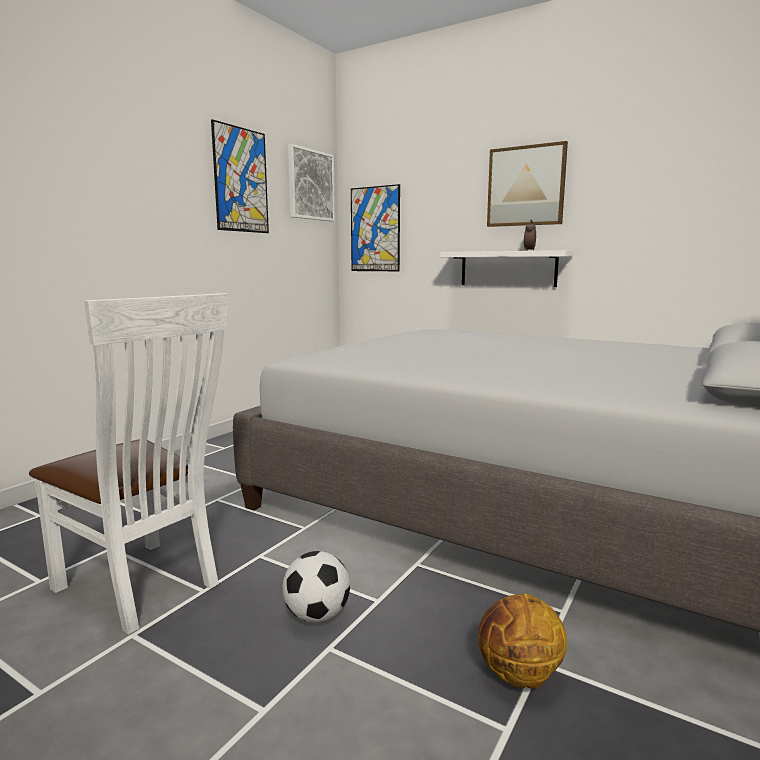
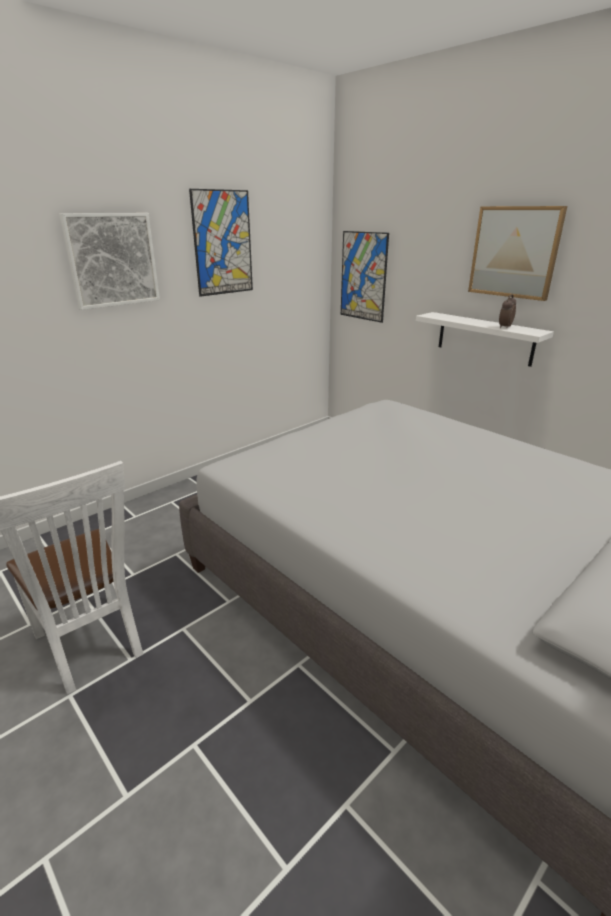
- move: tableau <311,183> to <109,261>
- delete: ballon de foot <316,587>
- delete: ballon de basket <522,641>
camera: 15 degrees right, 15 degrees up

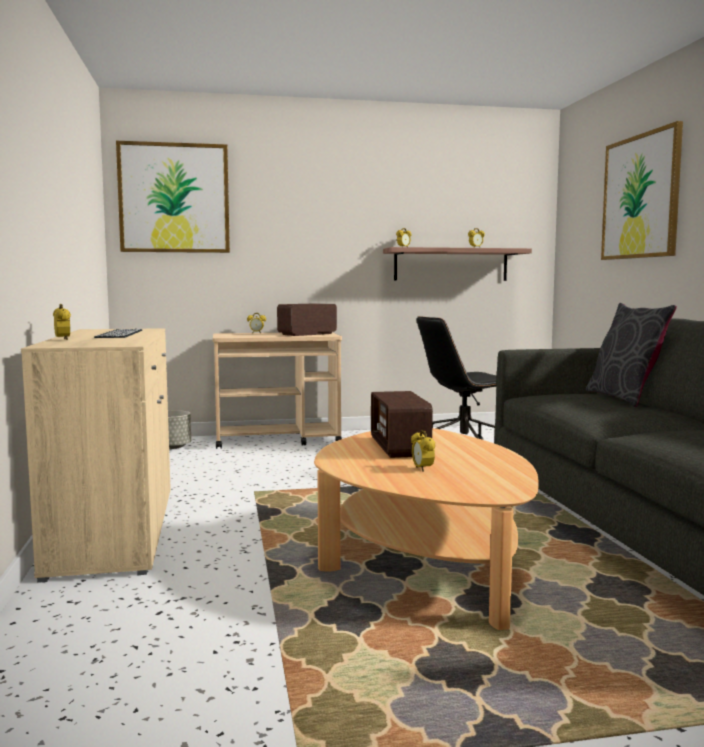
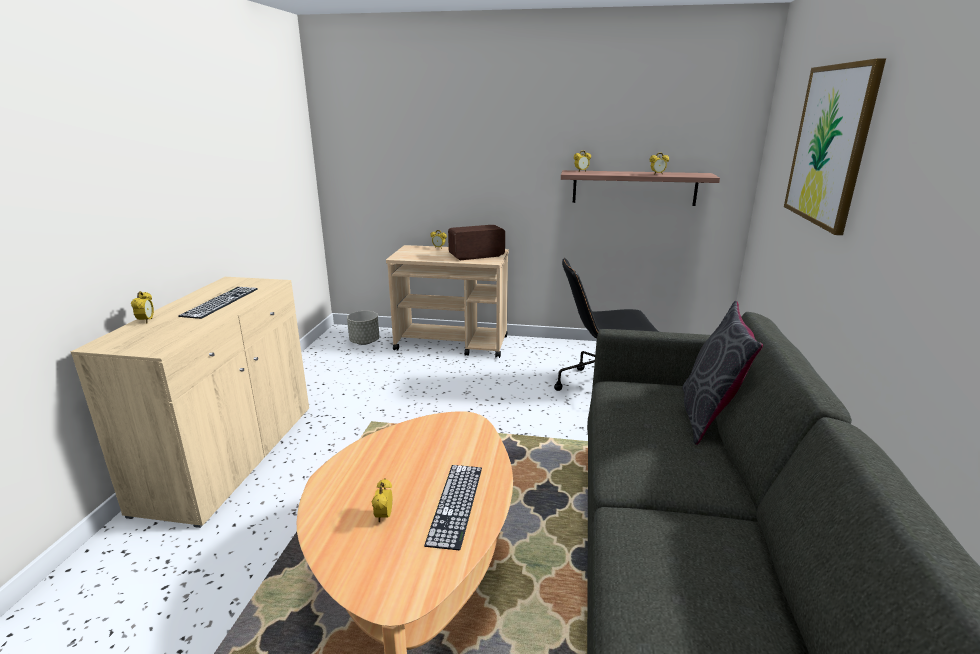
- delete: tableau <173,197>
- delete: radio <402,424>
- insert: clavier <453,507>
camera: 20 degrees right, 15 degrees up

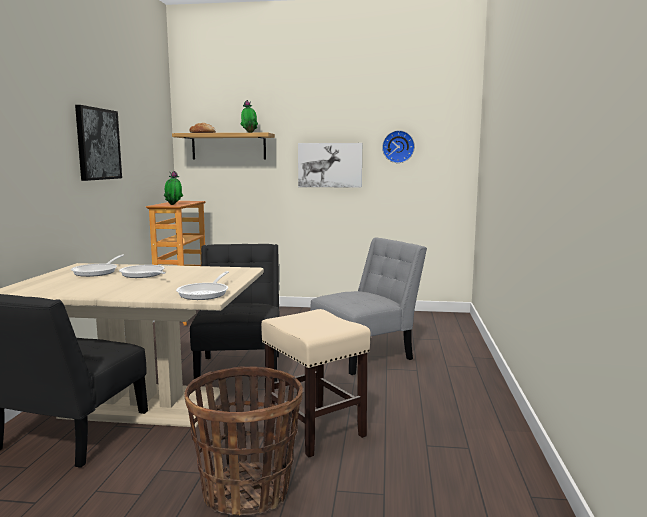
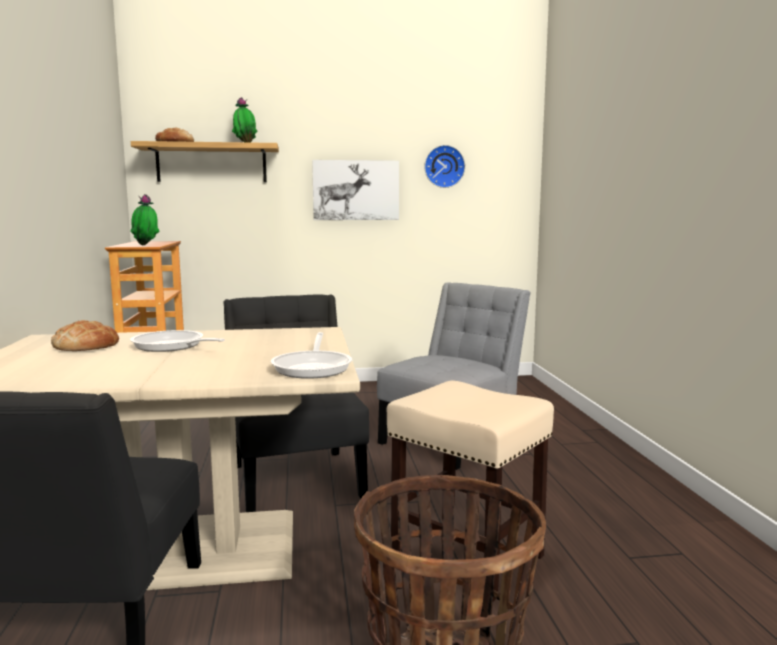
- delete: tableau <98,143>
- replace: poêle <97,265> to pain <85,335>
camera: 15 degrees left, 0 degrees up

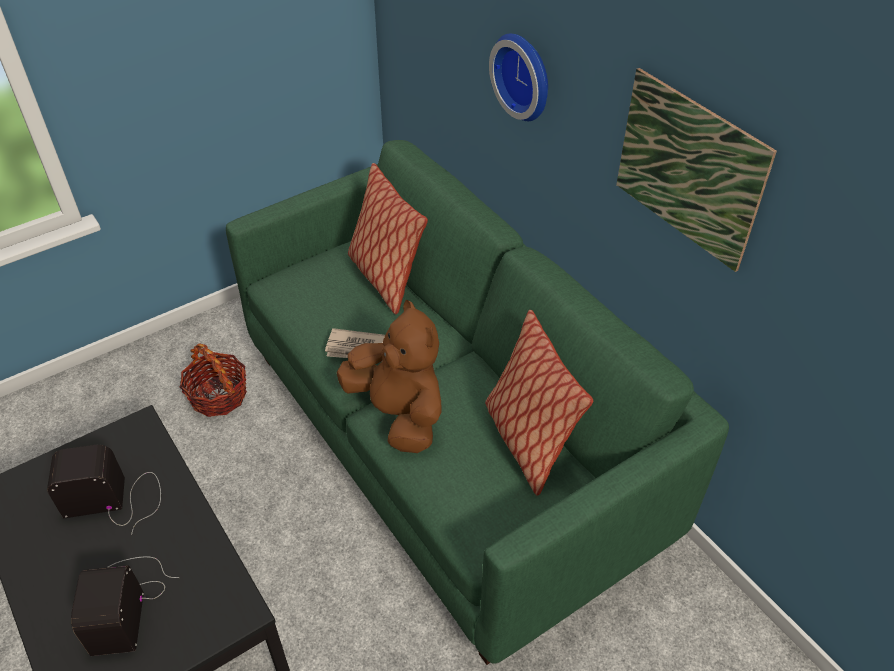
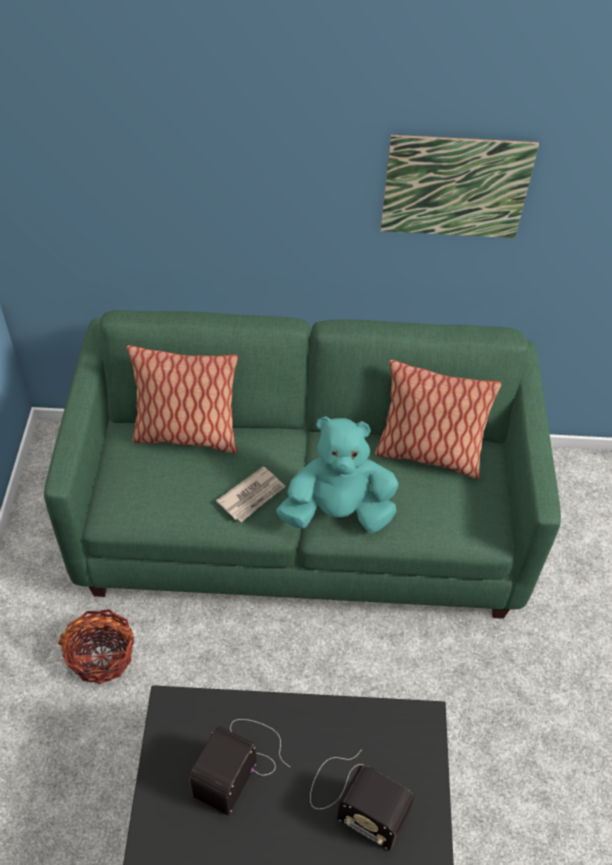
- delete: horloge murale <518,77>
- recolor: peluche [marron] <389,376> to peluche [turquoise] <337,475>
camera: 55 degrees left, 5 degrees up

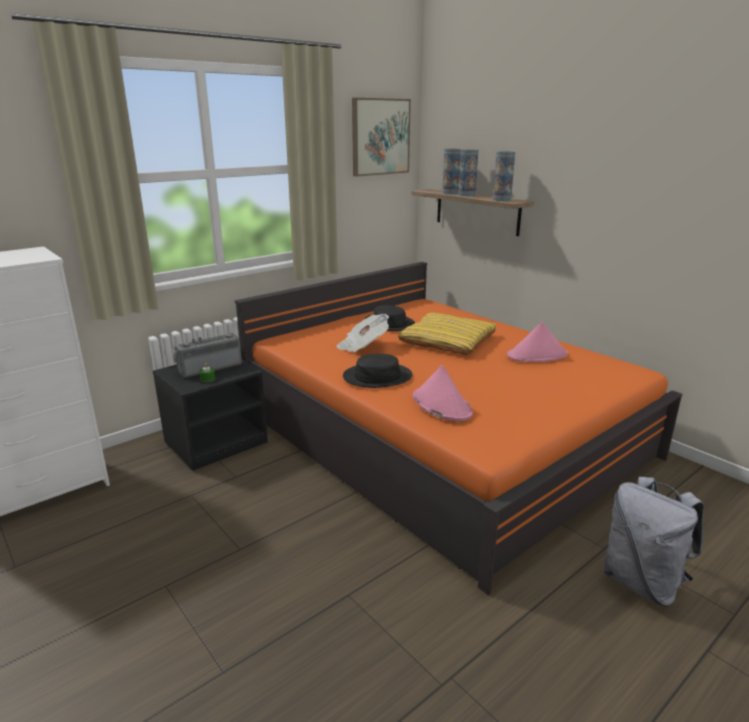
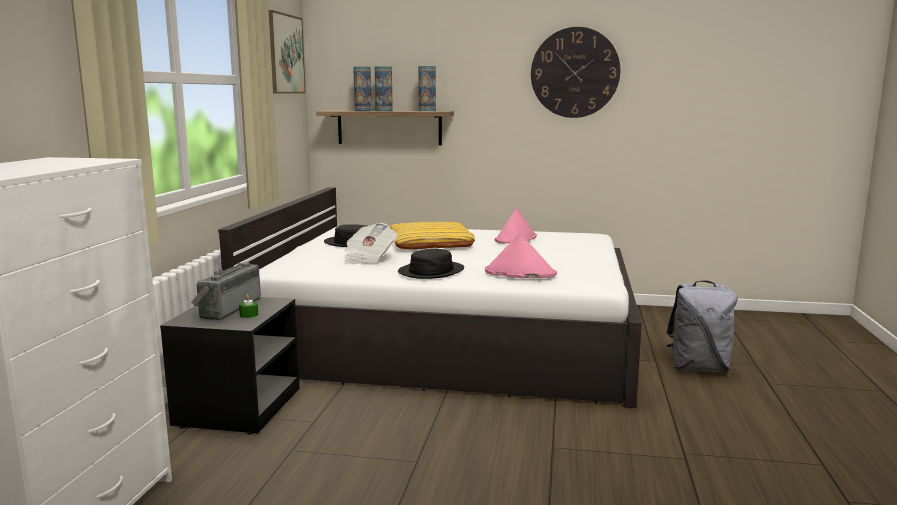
- recolor: lit [orange] <458,429> to lit [blanc] <430,297>
- insert: horloge murale <575,72>
camera: 40 degrees left, 10 degrees down

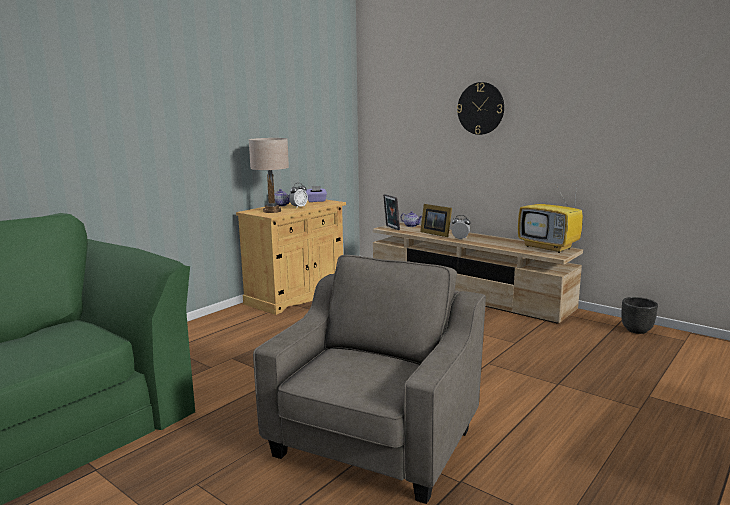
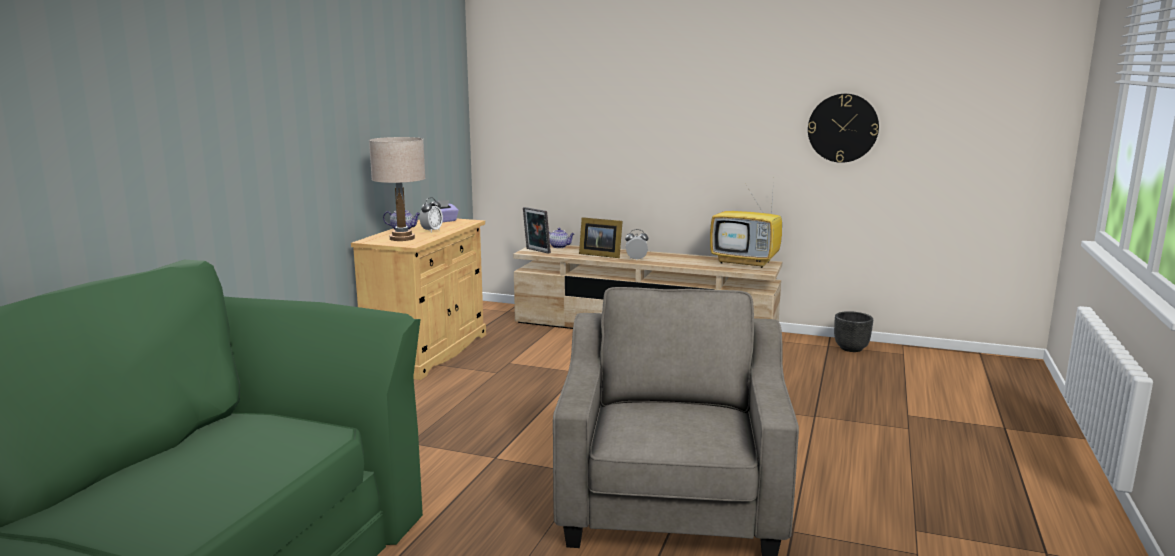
- move: horloge murale <480,108> to <843,128>
camera: 20 degrees left, 0 degrees up

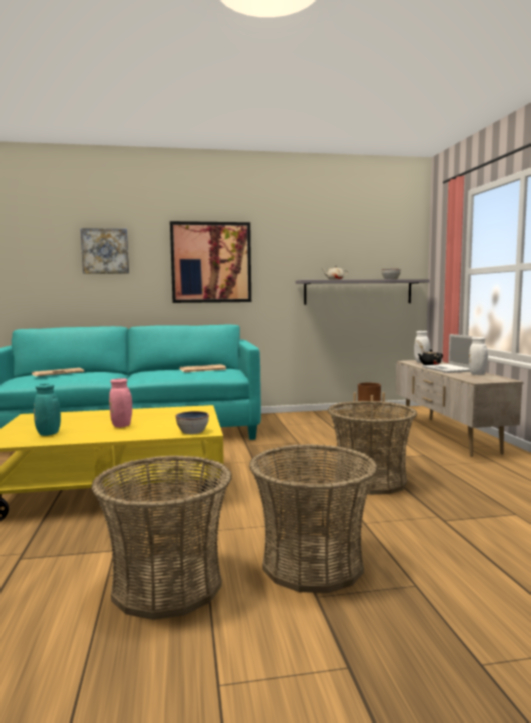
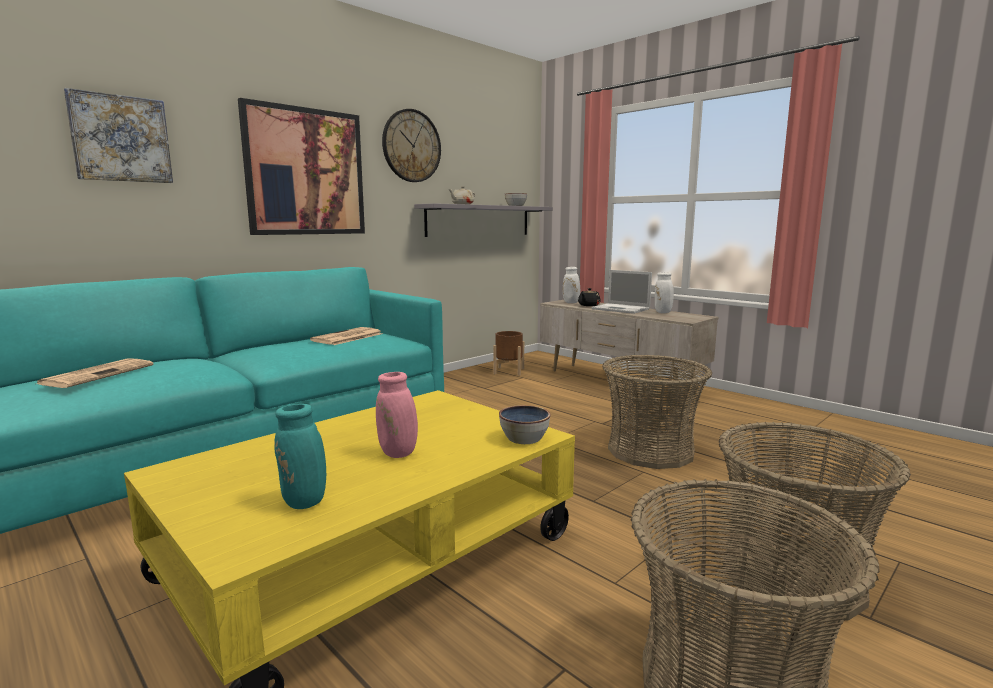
- insert: horloge murale <411,145>
camera: 35 degrees left, 5 degrees up

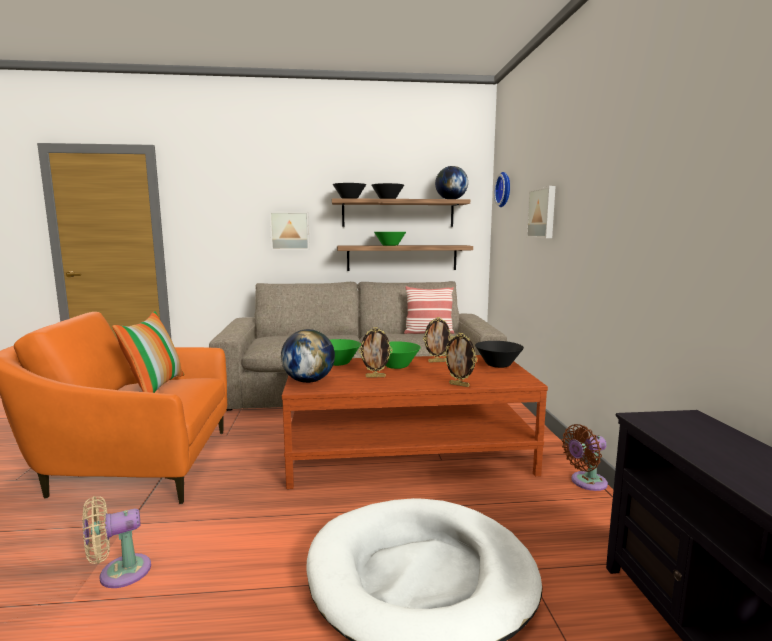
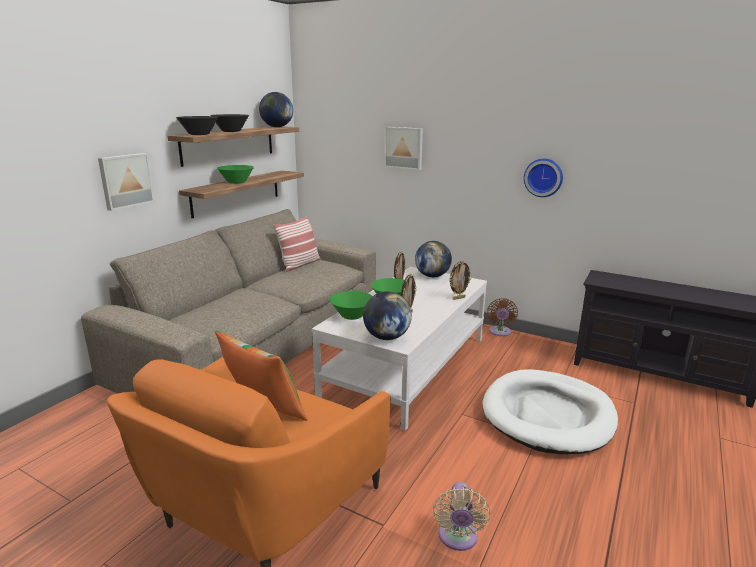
- move: horloge murale <502,189> to <543,178>
- replace: bol [noir] <499,354> to globe <433,259>
- recolor: table basse [marron] <415,422> to table basse [blanc] <399,349>
camera: 55 degrees left, 10 degrees up

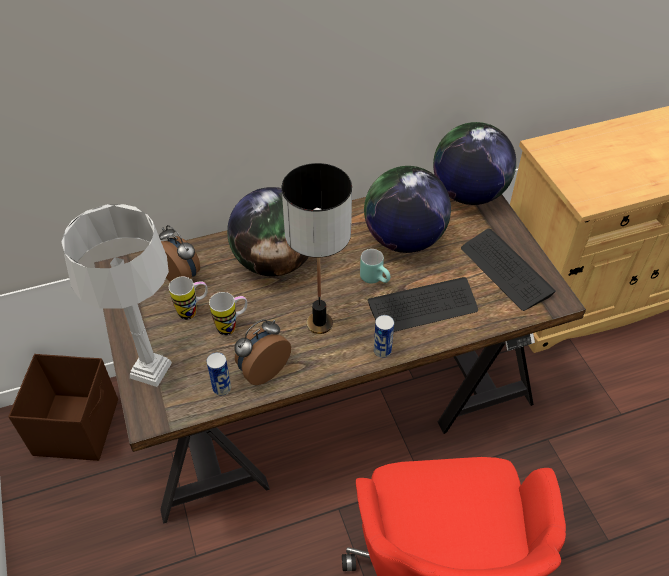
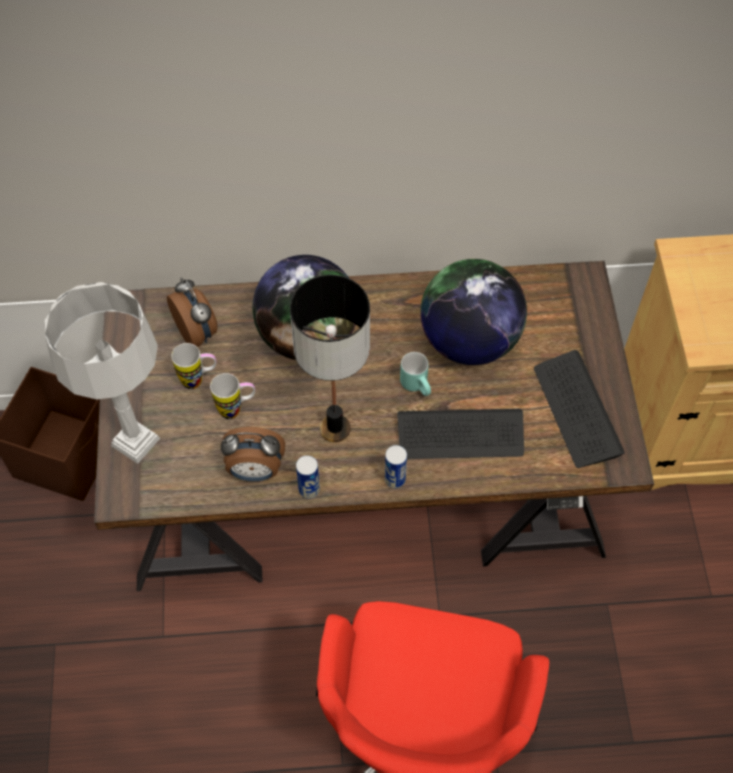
- delete: globe <474,163>
- rotate: réveil <262,352> = <253,454> 150 degrees counterclockwise
- move: boîte métallique <218,374> to <308,477>
camera: 15 degrees right, 10 degrees up

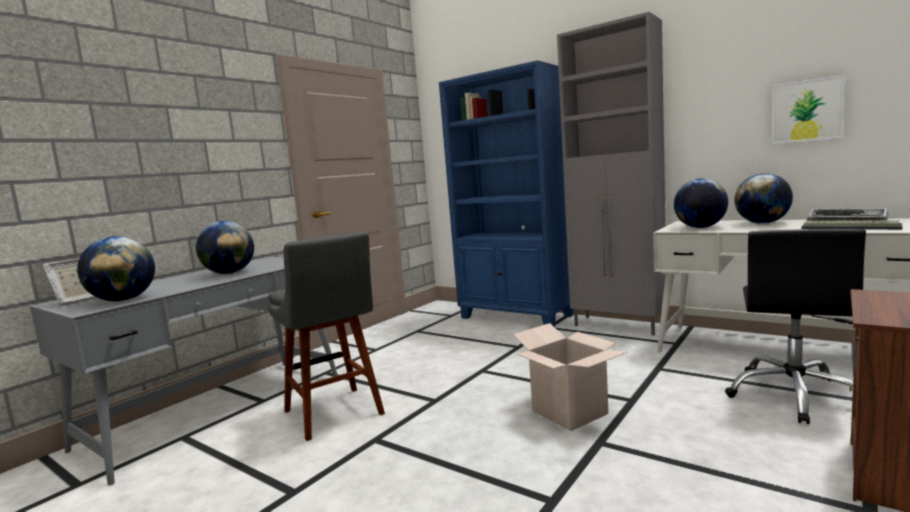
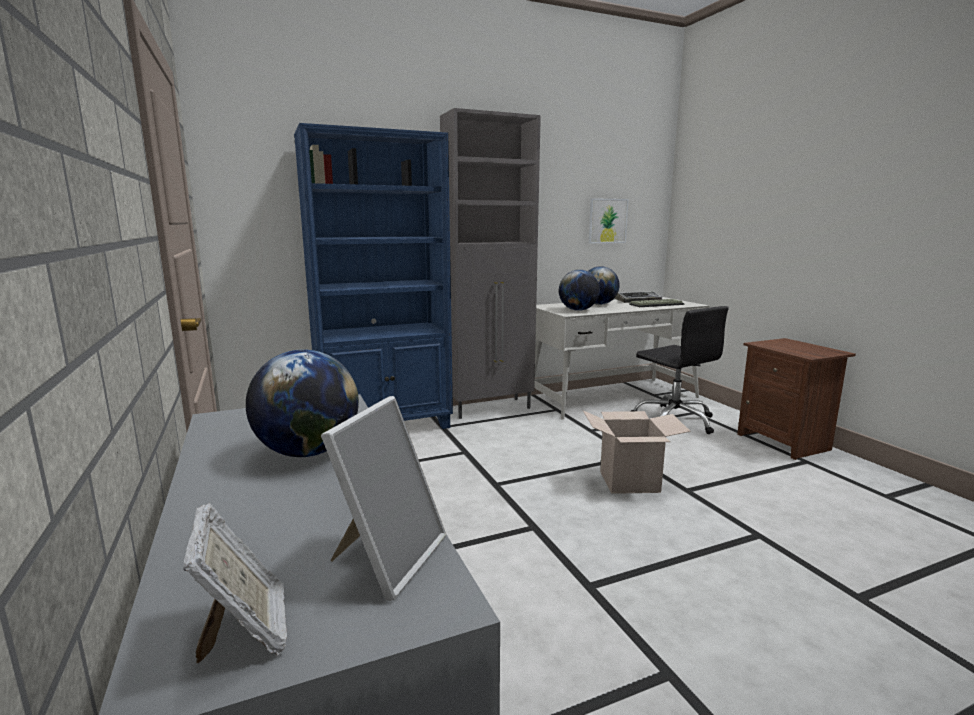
- delete: tabouret [gris] <326,336>
- replace: globe <116,268> to cadre photo <383,498>
camera: 60 degrees left, 5 degrees up

